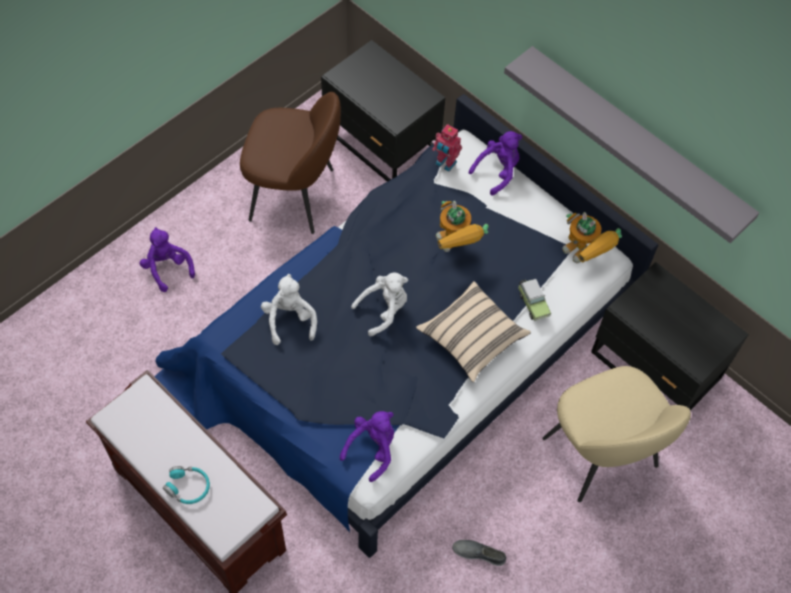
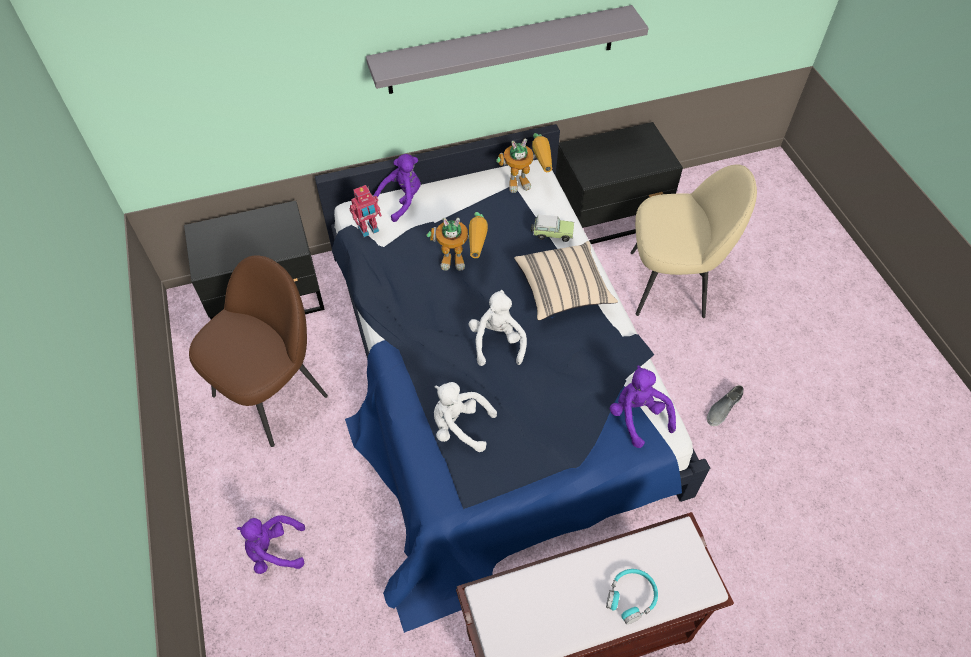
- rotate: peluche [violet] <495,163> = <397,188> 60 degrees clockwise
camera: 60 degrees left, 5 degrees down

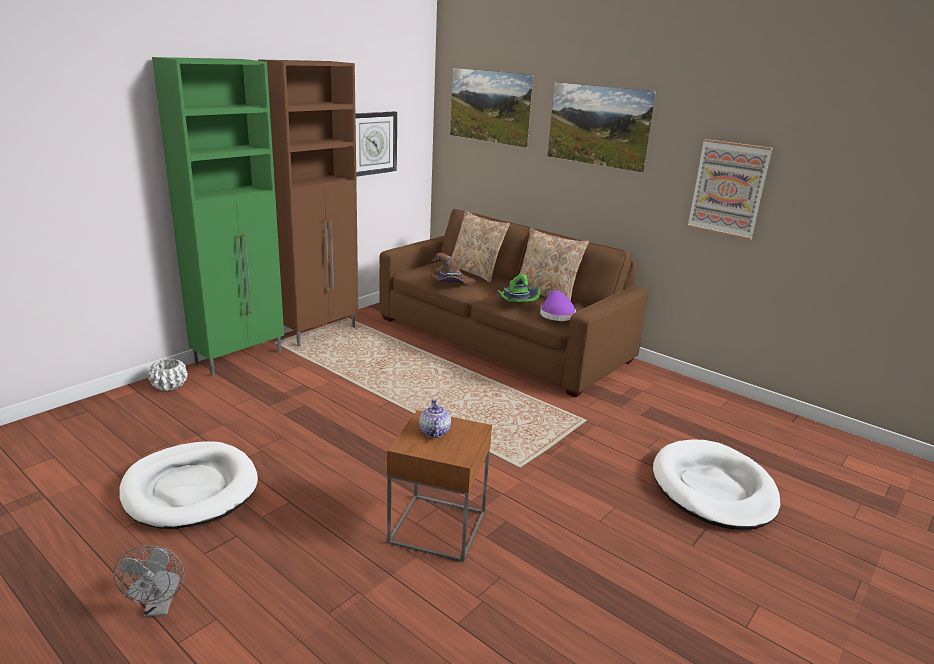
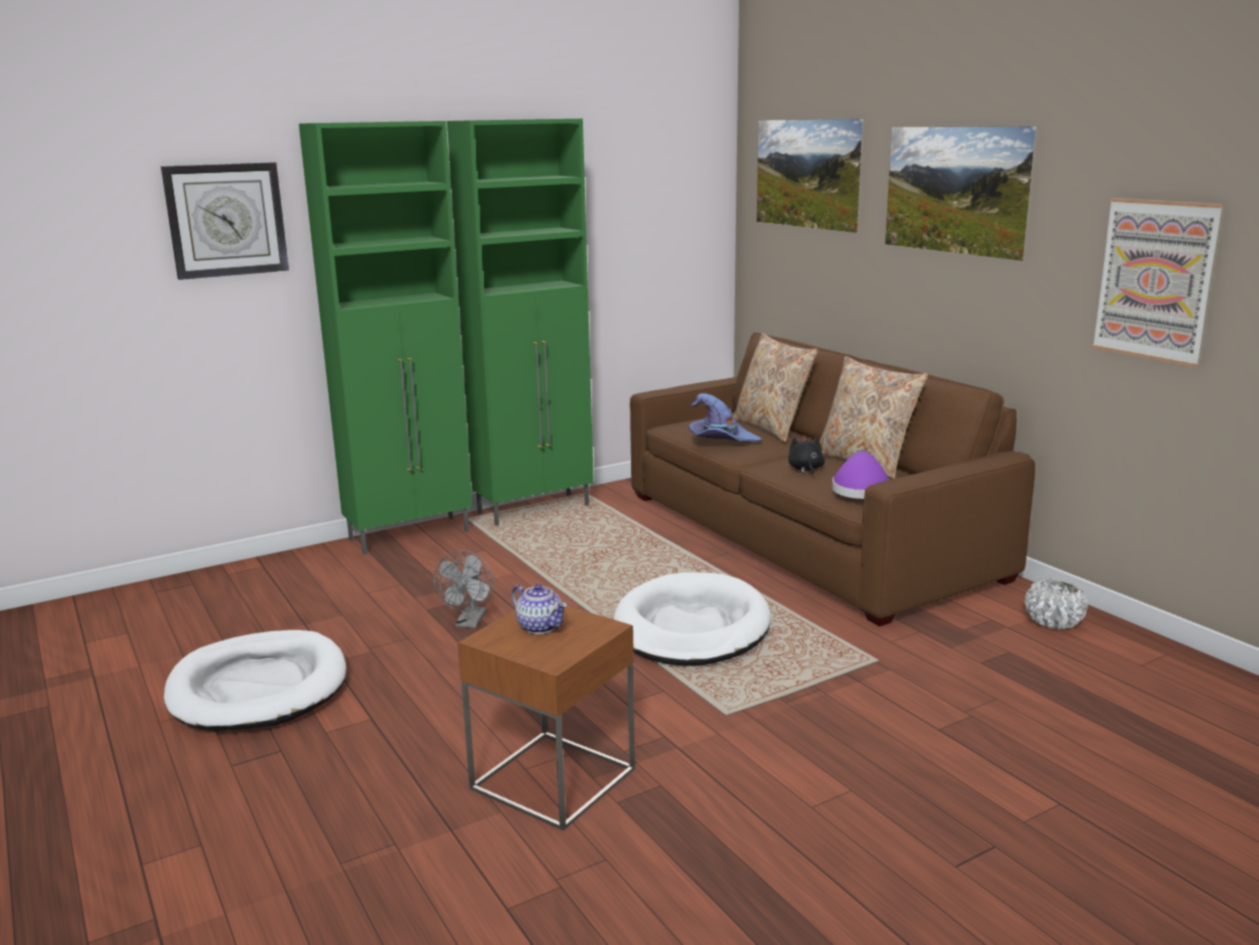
- recolor: meuble de rangement [marron] <308,202> to meuble de rangement [vert] <520,322>
- move: horloge murale <376,144> to <225,221>
- recolor: chapeau [marron] <453,268> to chapeau [violet] <725,417>
- replace: chapeau [vert] <518,288> to peluche [noir] <806,456>
- move: cache-pot [blanc] <168,375> to <1056,604>
- rotate: théière <435,418> = <539,609> 120 degrees clockwise
- move: panier pour chien [blanc] <716,485> to <692,619>
- move: ventilateur [gris] <149,581> to <463,589>
camera: 20 degrees right, 5 degrees down

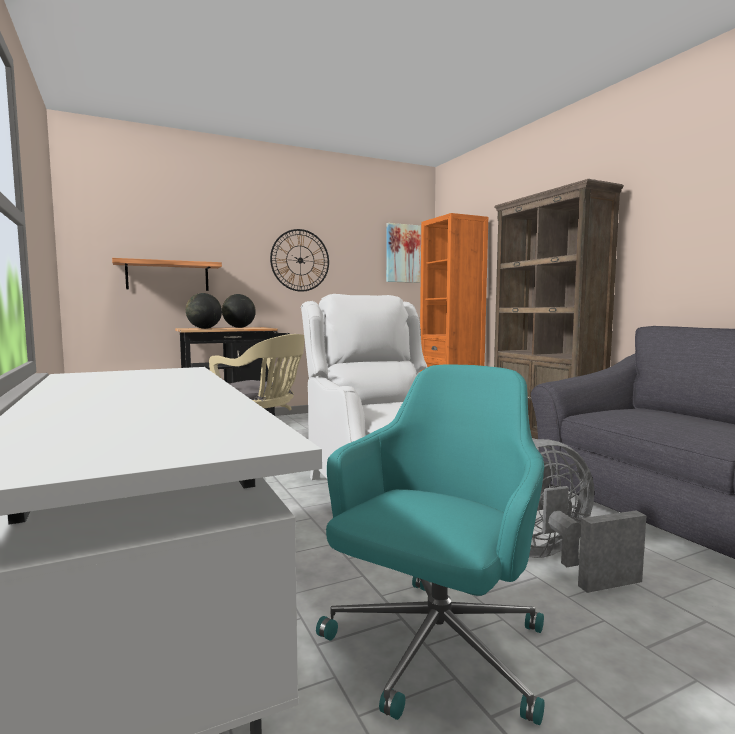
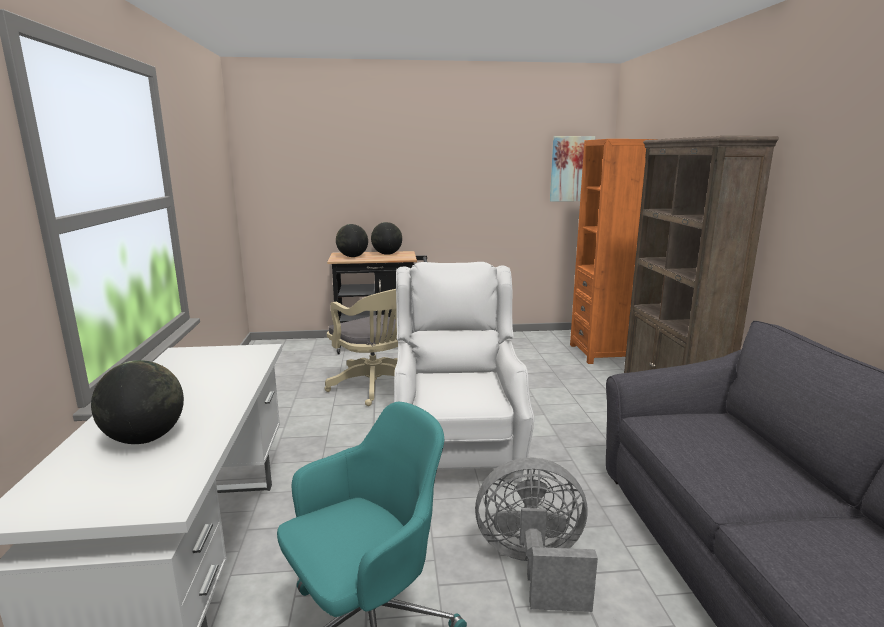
- delete: horloge murale <299,260>
- delete: étagère <167,274>
- insert: globe <137,402>
camera: 20 degrees right, 10 degrees up

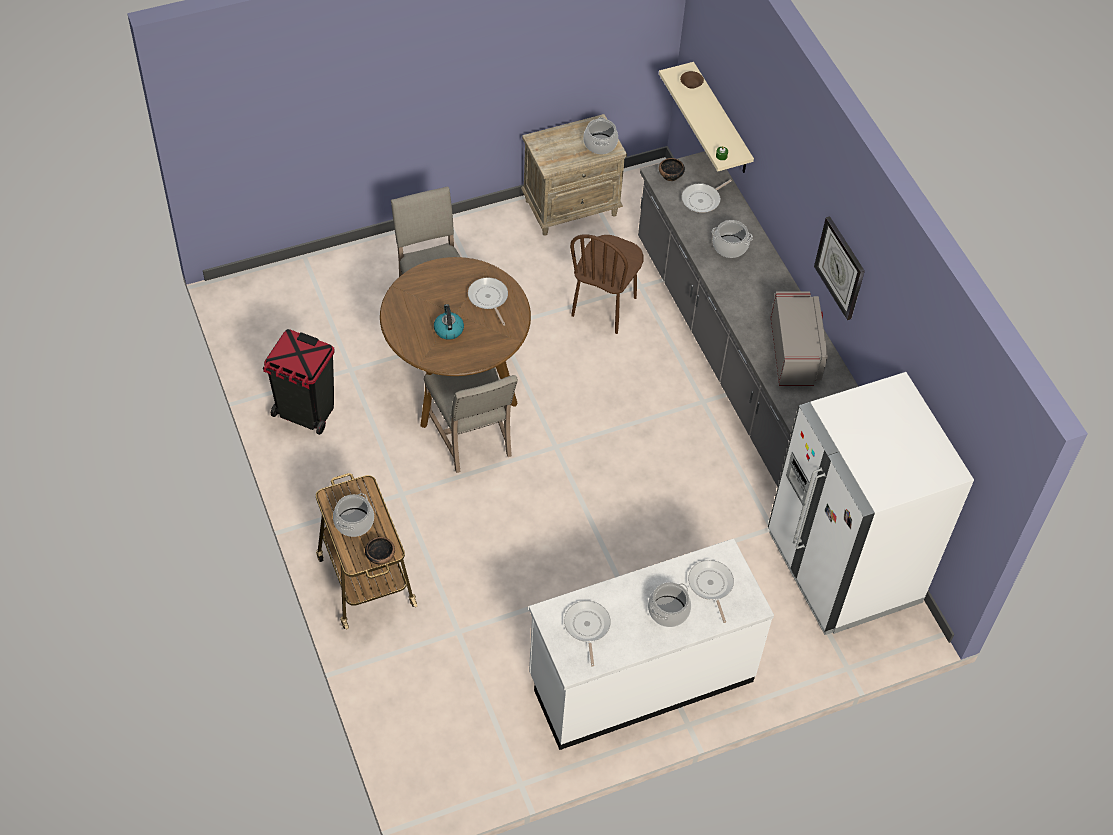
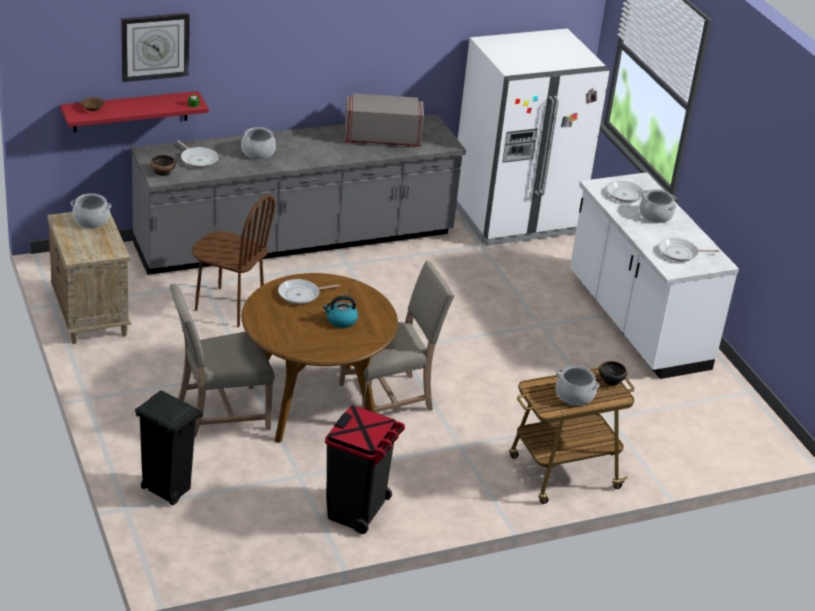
- recolor: étagère [beige] <706,117> to étagère [rouge] <134,111>
- move: horloge murale <839,268> to <155,47>
- insert: poubelle [noir] <169,447>
camera: 90 degrees left, 20 degrees down

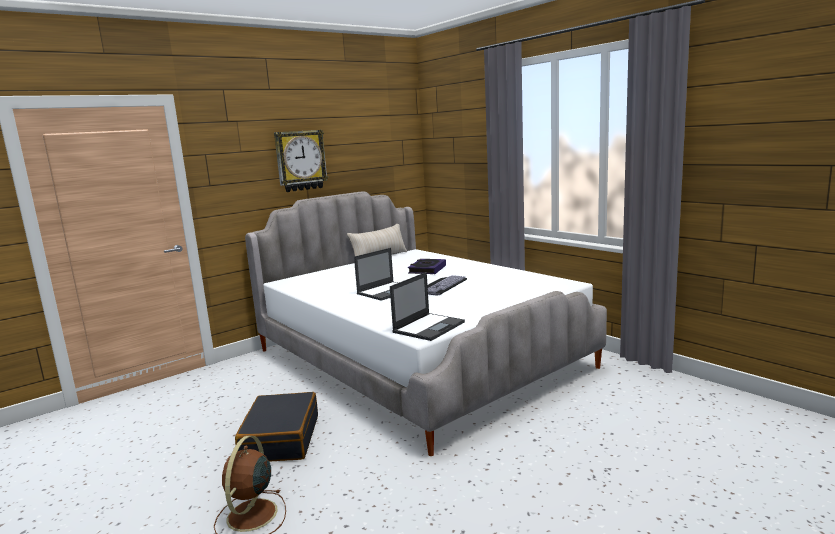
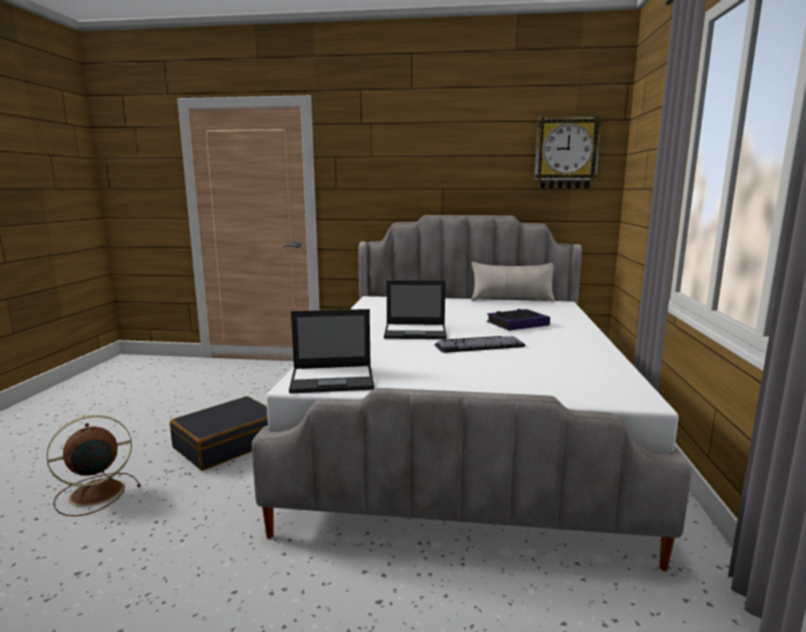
- move: horloge murale <301,161> to <568,152>
camera: 45 degrees right, 0 degrees up

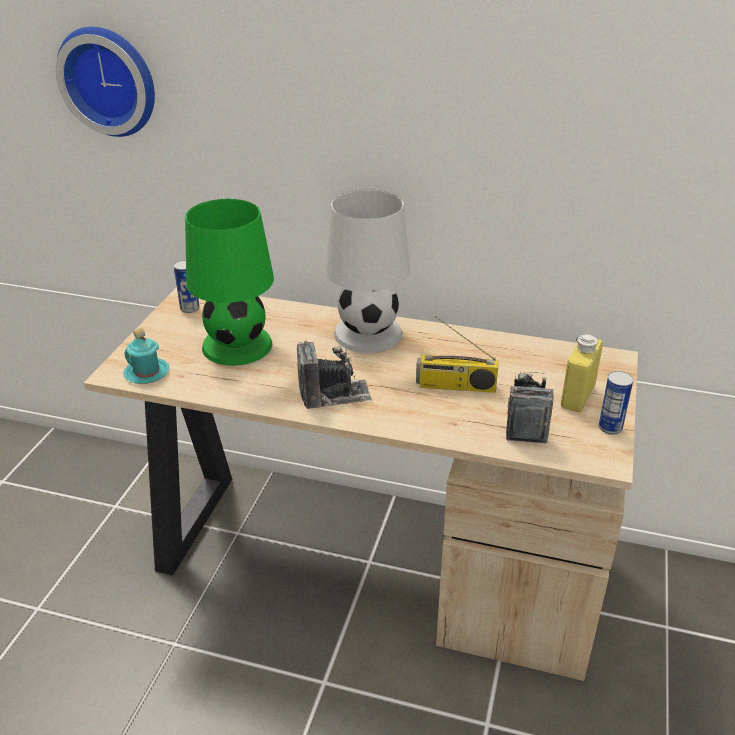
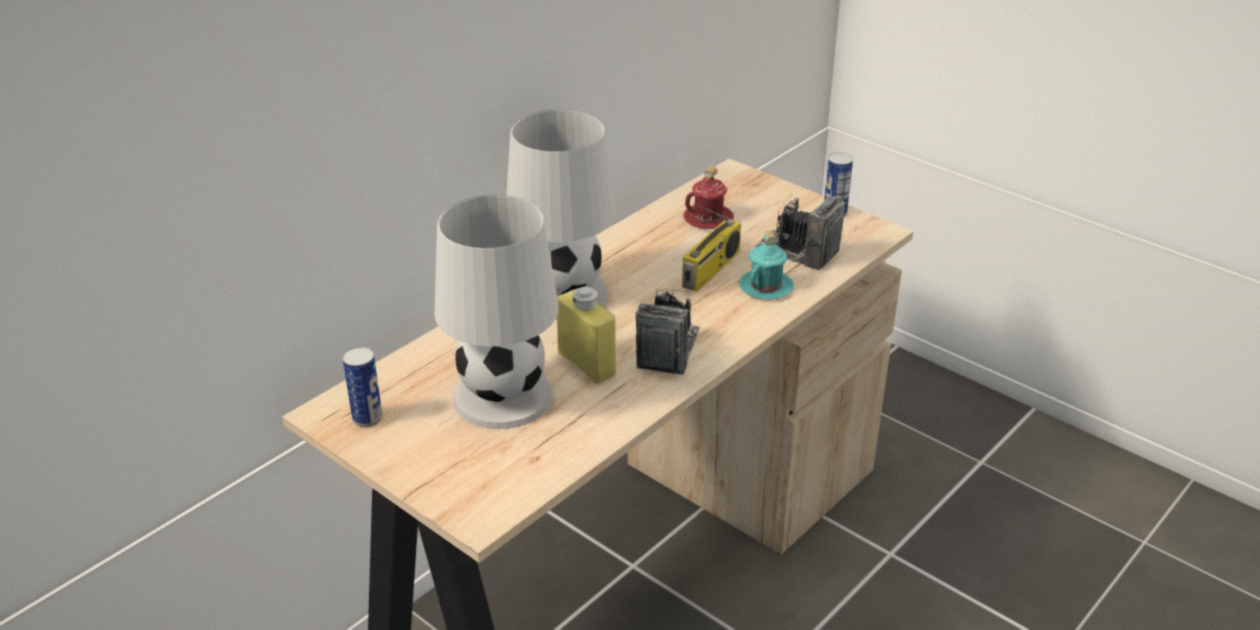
- delete: horloge murale <105,82>
- recolor: lampe de table [vert] <229,282> to lampe de table [blanc] <497,312>
- move: mug [turquoise] <146,355> to <766,265>
- move: bouteille [jaune] <582,373> to <586,335>
- insert: mug [rouge] <709,197>
camera: 65 degrees left, 0 degrees up

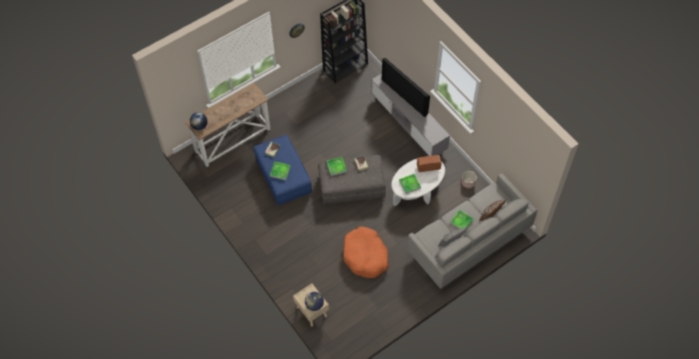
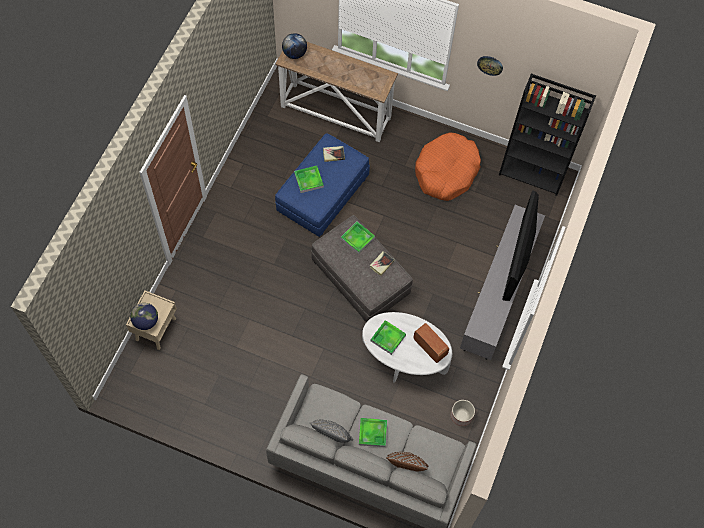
- move: panier pour chien [orange] <365,252> to <448,167>
camera: 55 degrees right, 5 degrees up

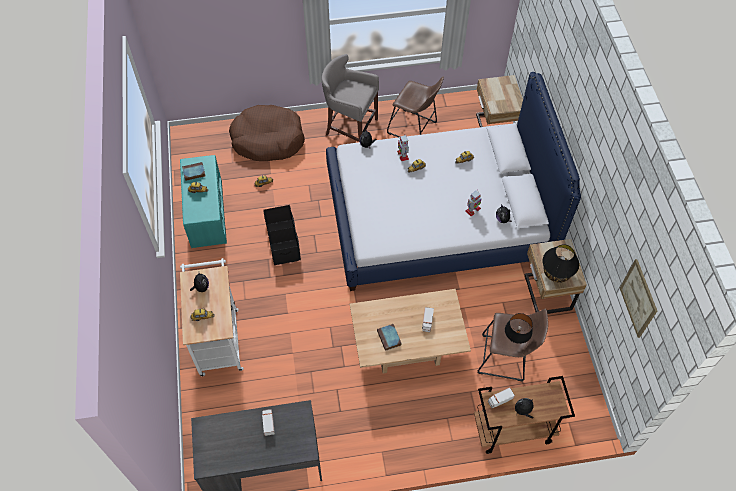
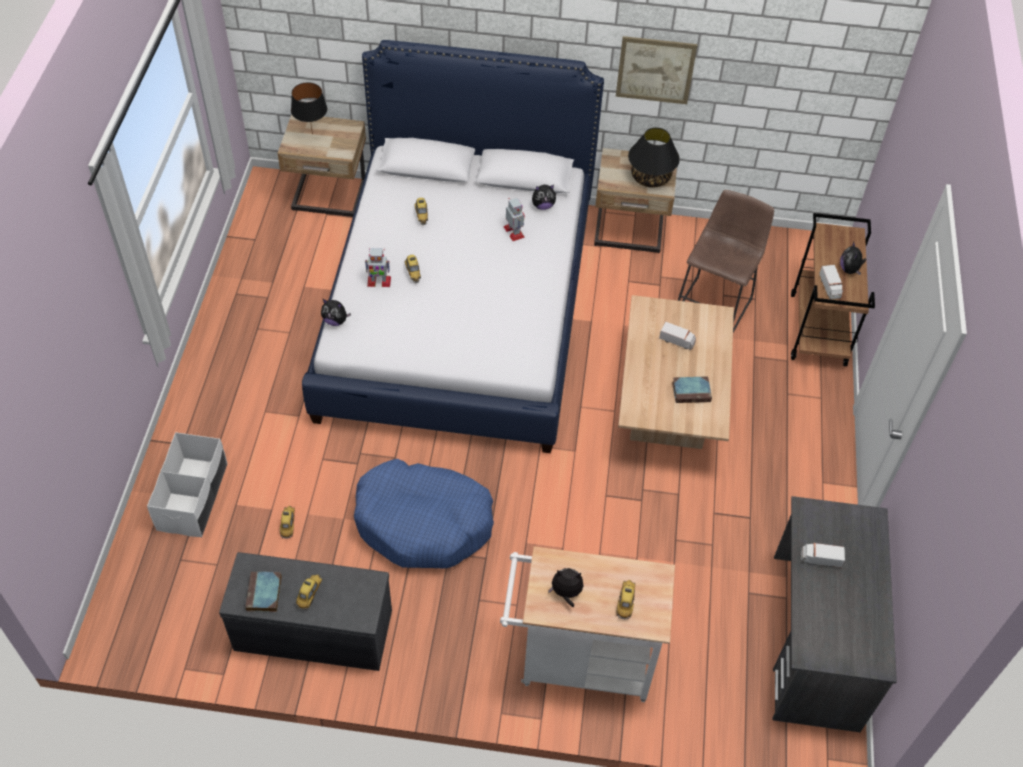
- delete: tabouret [gris] <350,98>
- delete: tabouret [marron] <415,106>
- replace: panier pour chien [marron] <267,133> to boîte de rangement [blanc] <187,484>
- recolor: banc [turquoise] <203,201> to banc [gris] <305,611>
- replace: boîte de rangement [noir] <282,235> to panier pour chien [bleu] <424,514>
- move: tableau <638,298> to <657,70>
- move: lampe de table [noir] <519,328> to <309,108>
camera: 75 degrees left, 5 degrees down

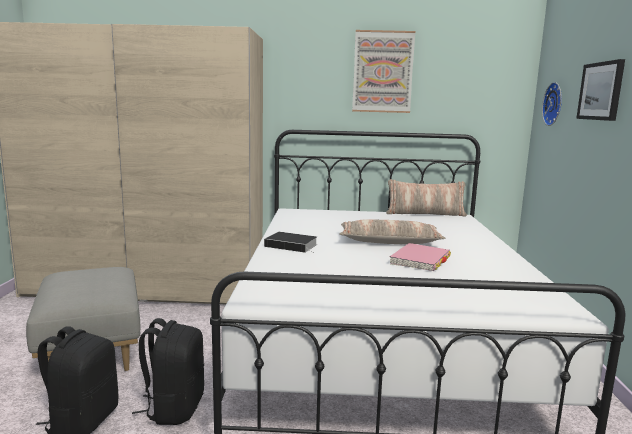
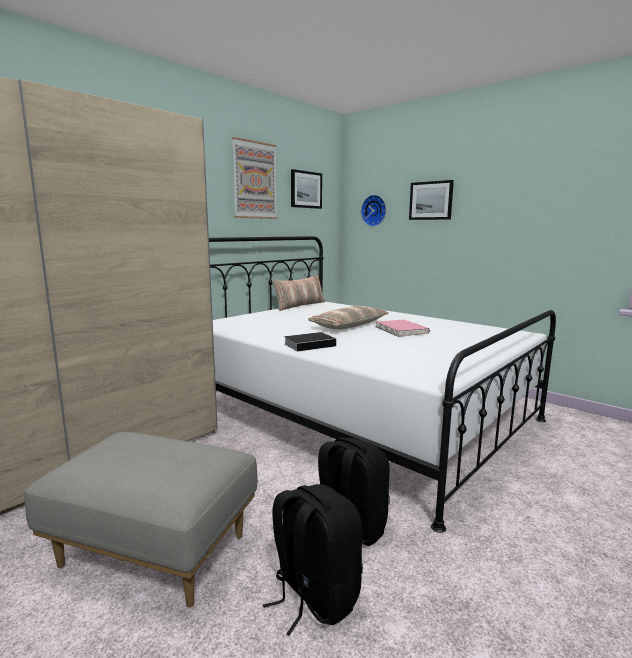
- insert: tableau <306,189>
camera: 50 degrees left, 0 degrees up

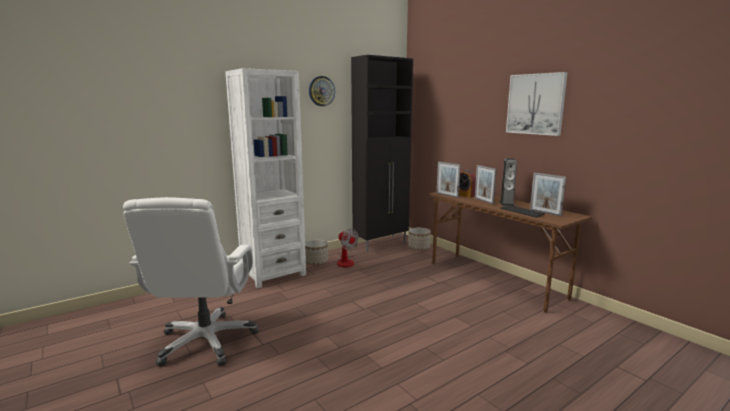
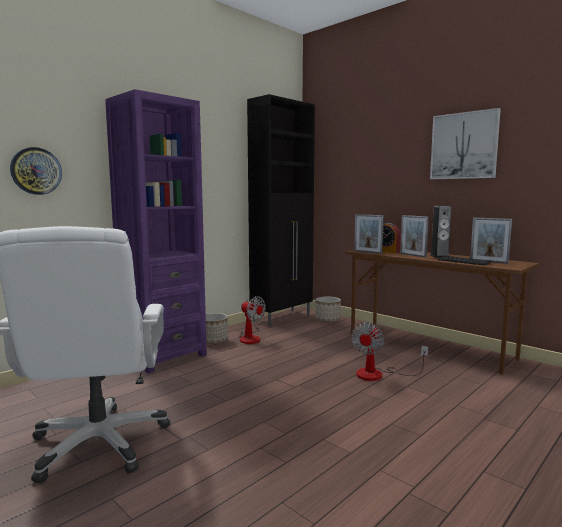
- recolor: bibliothèque [blanc] <265,178> to bibliothèque [violet] <156,231>
- move: horloge murale <322,91> to <36,171>
- insert: ventilateur <389,351>
camera: 10 degrees left, 5 degrees down

